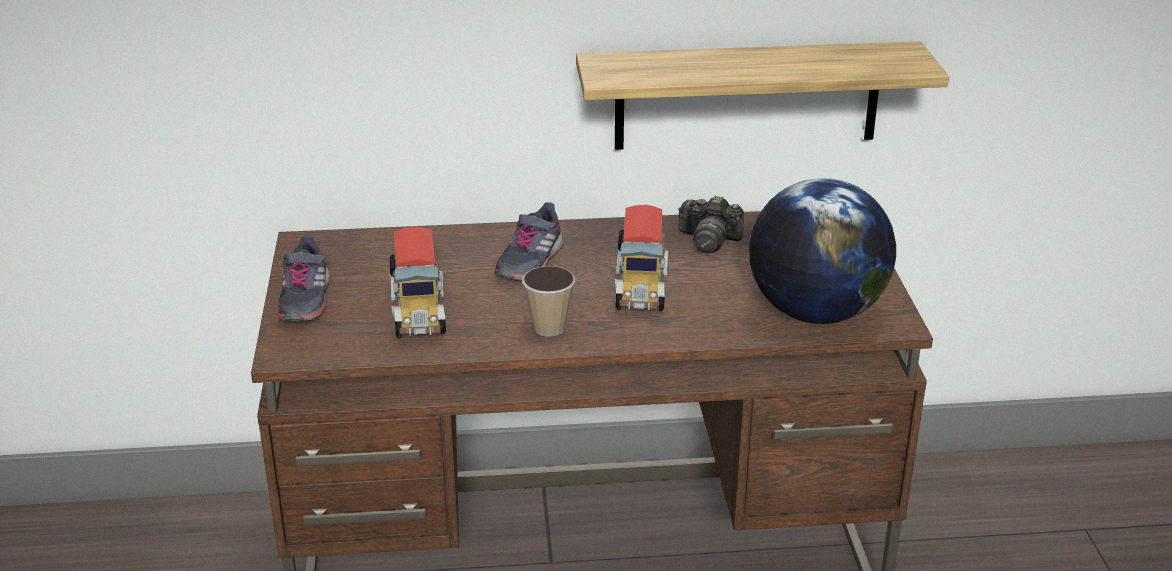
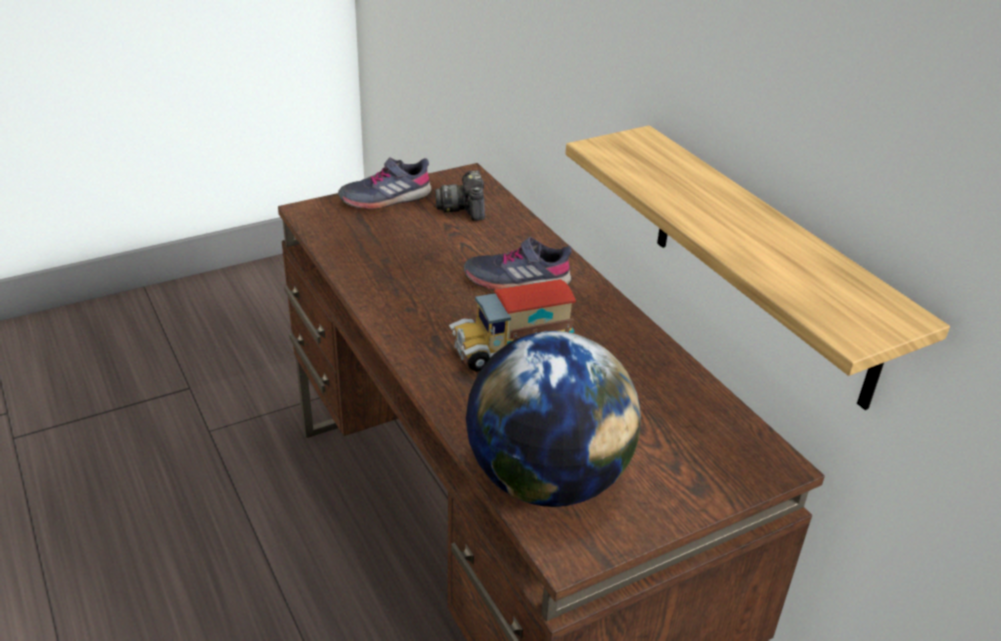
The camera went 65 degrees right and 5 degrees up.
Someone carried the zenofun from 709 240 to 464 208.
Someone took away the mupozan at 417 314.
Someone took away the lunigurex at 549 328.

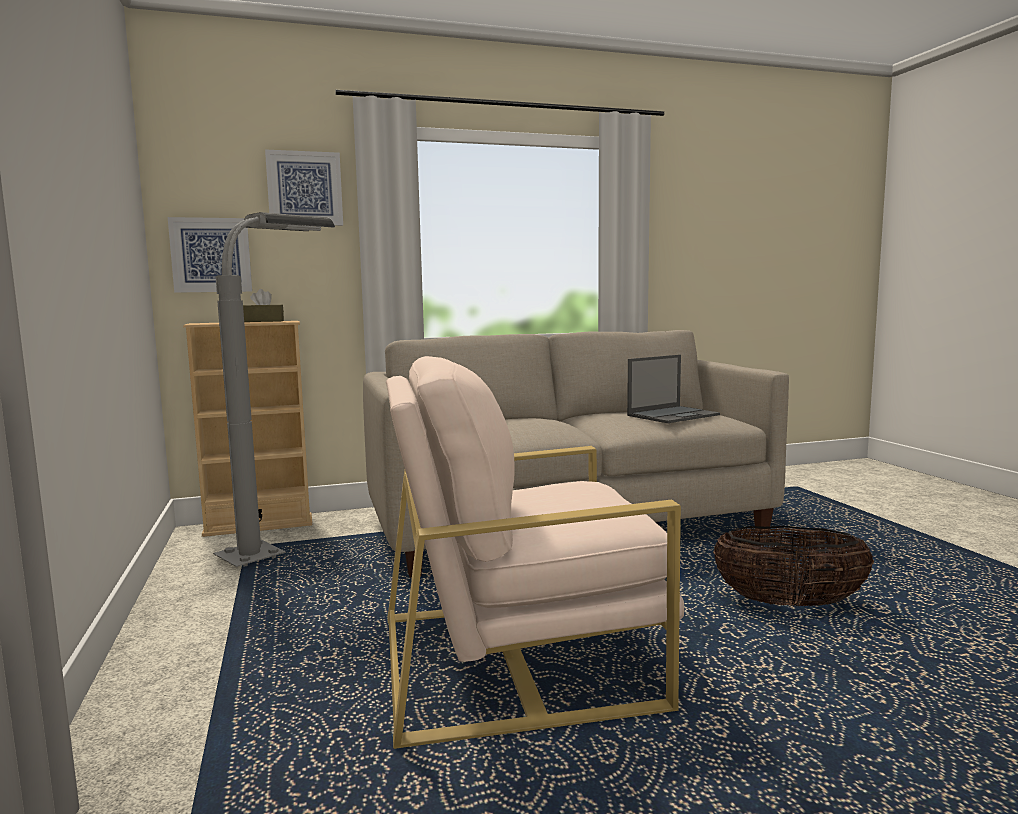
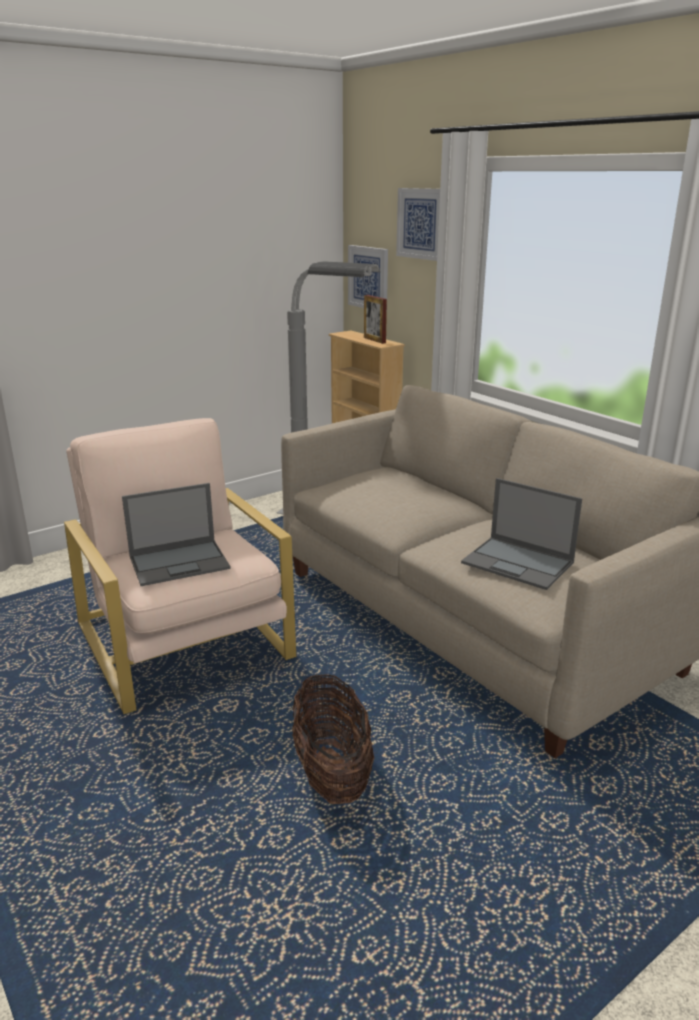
The camera went 70 degrees right and 15 degrees up.
Someone swapped the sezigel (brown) at 263 321 for the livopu at 374 340.
Someone put down the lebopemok at 180 562.

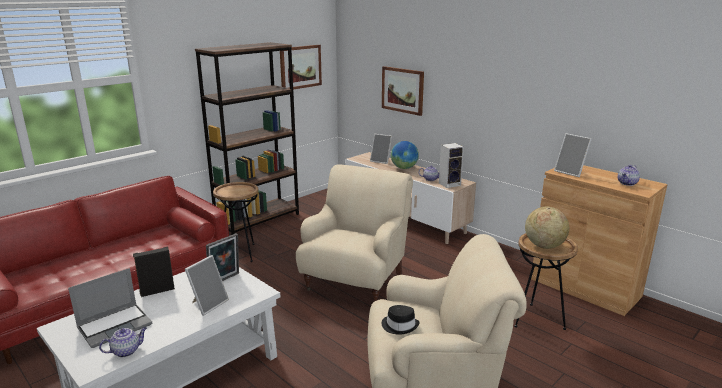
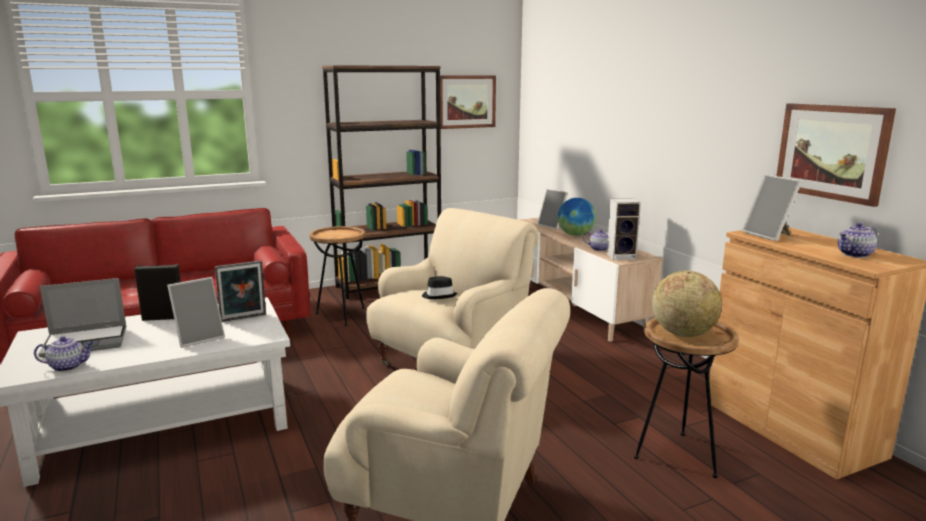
The camera went 20 degrees right and 5 degrees down.
Someone carried the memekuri from 402 90 to 832 152.
Someone carried the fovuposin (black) from 400 325 to 439 295.

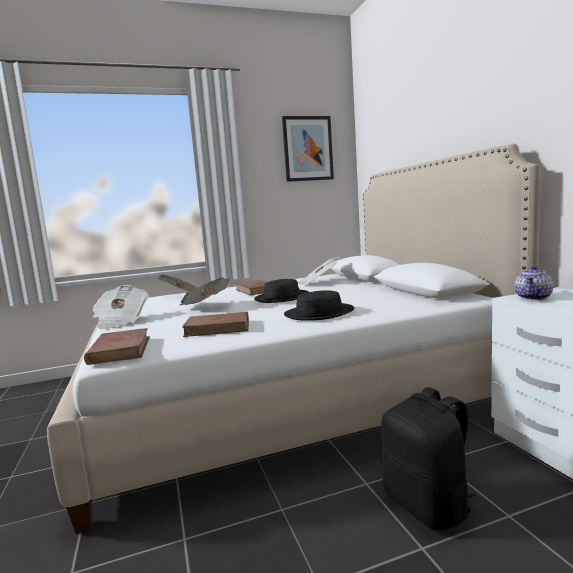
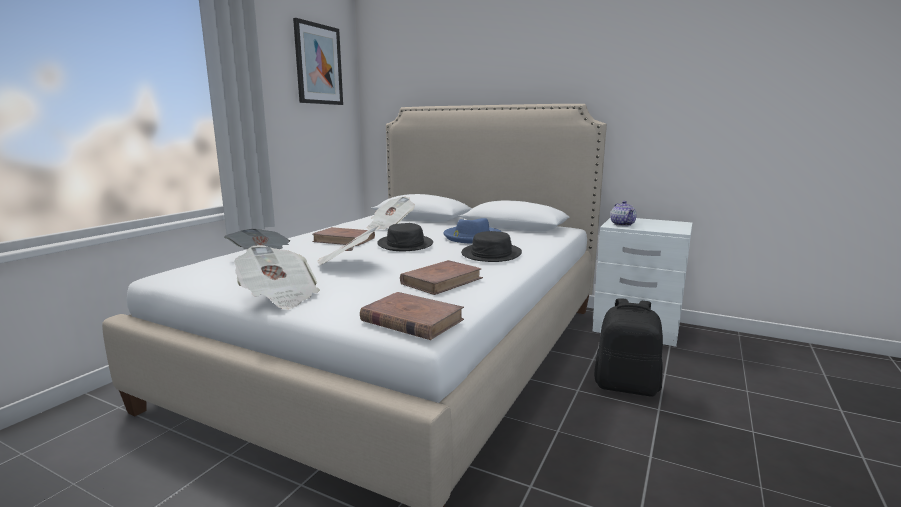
The camera went 45 degrees left and 5 degrees up.
Someone put down the fovuposin (blue) at 471 237.

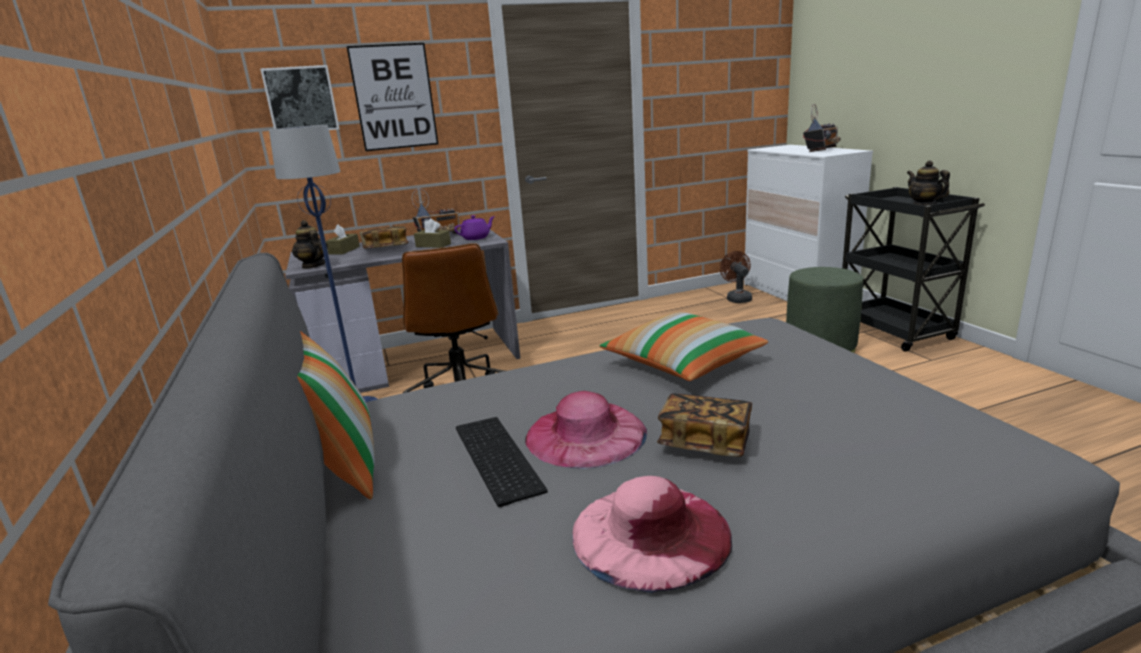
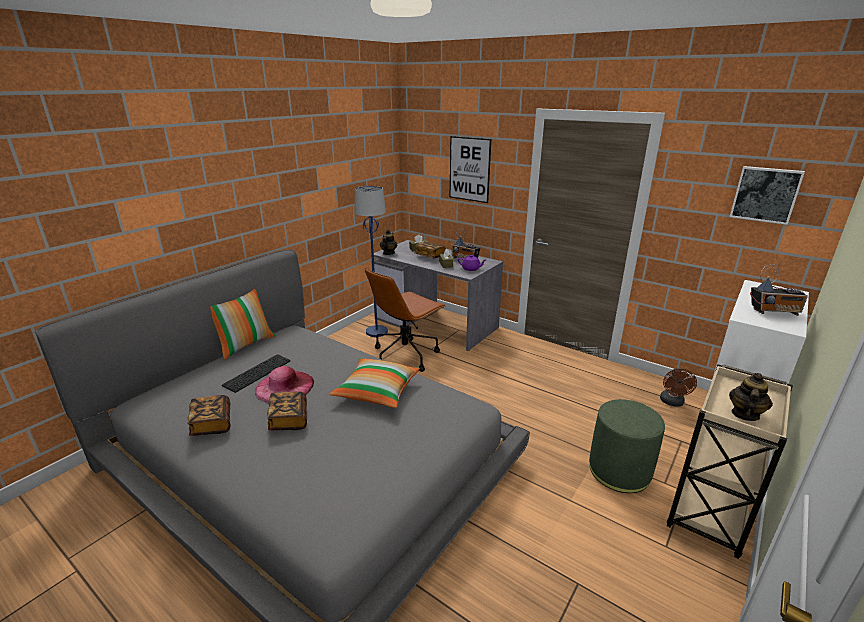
The camera went 55 degrees right and 5 degrees up.
Someone carried the memekuri from 301 100 to 765 194.
Someone repainted the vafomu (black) at 894 331, which became the vafomu (beige) at 709 512.
Someone rotated the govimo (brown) at 737 298 by 150 degrees clockwise.
Someone swapped the fovuposin (pink) at 650 533 for the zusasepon at 212 424.

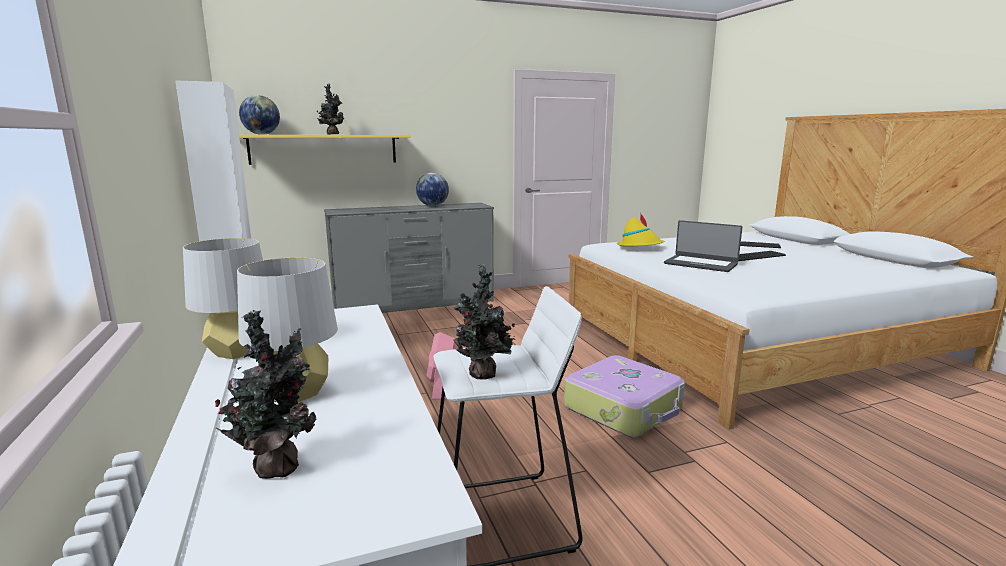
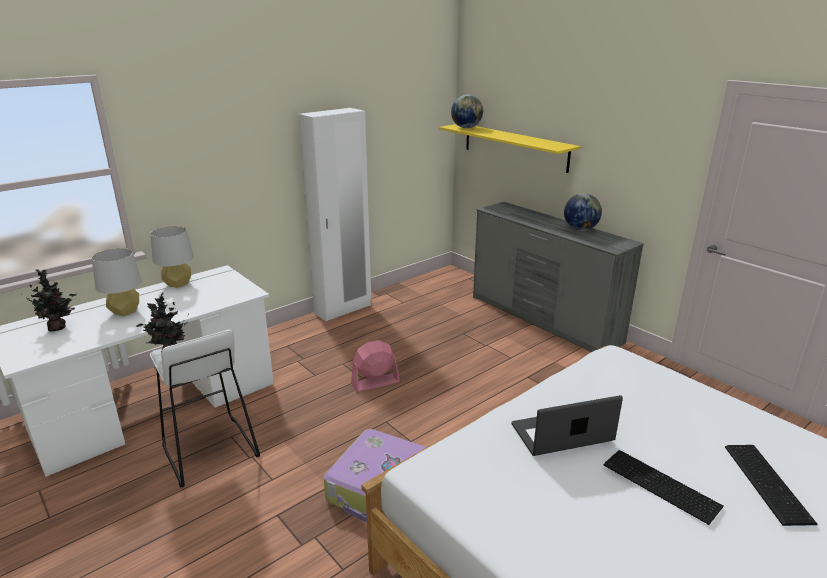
The camera went 70 degrees right and 10 degrees up.
Someone took away the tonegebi at 332 134.
Someone took away the fovuposin (yellow) at 640 246.
Someone rotated the lebopemok at 701 264 by 60 degrees clockwise.

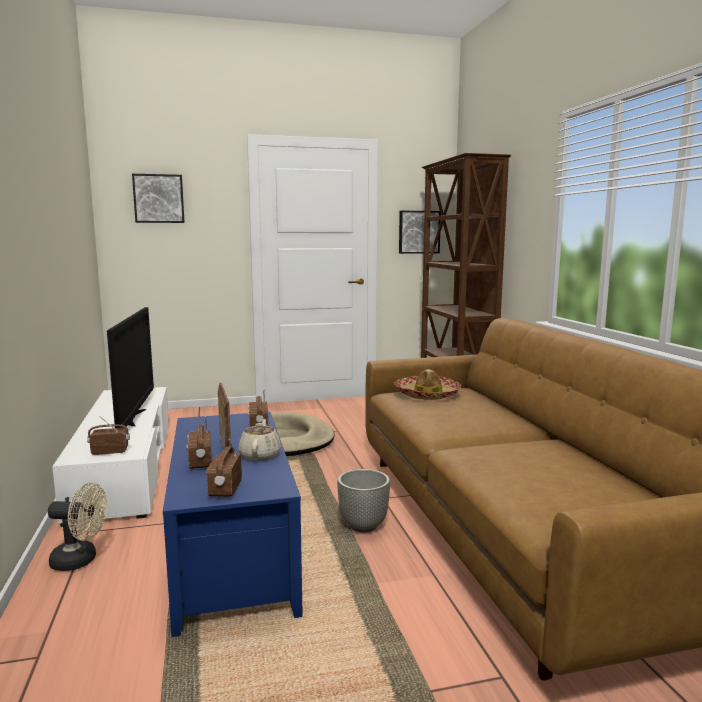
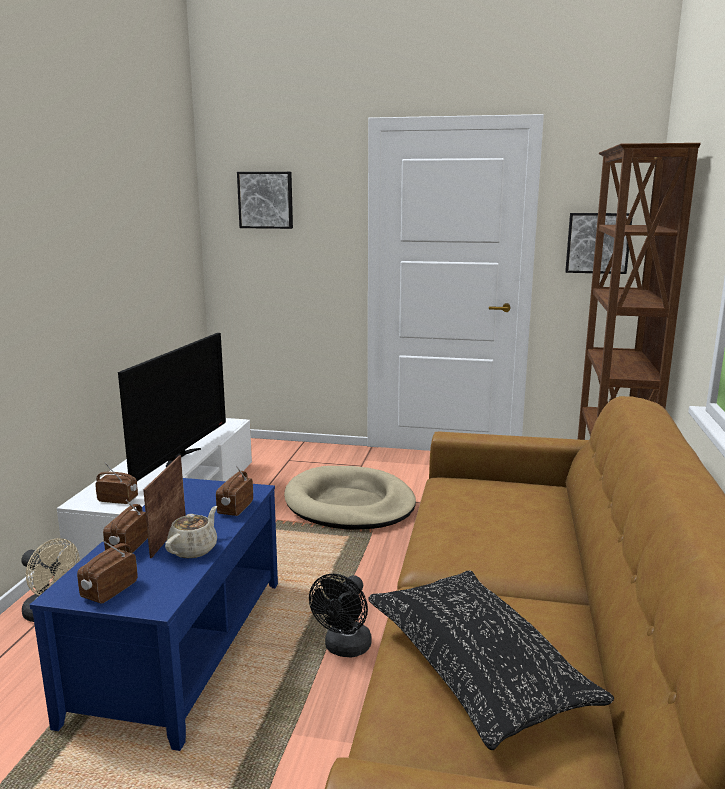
The camera went 25 degrees right and 5 degrees up.
Someone took away the fovuposin at 427 395.
Someone swapped the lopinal at 364 525 for the govimo (black) at 345 649.
Someone put down the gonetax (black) at 476 671.

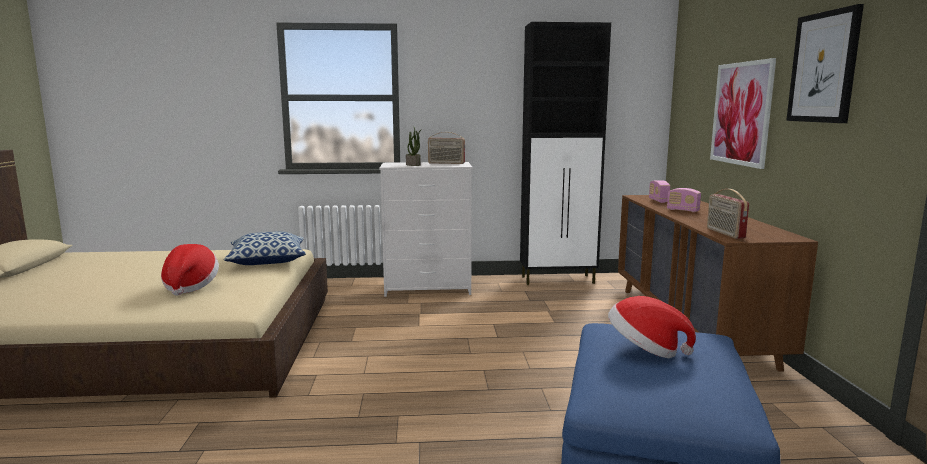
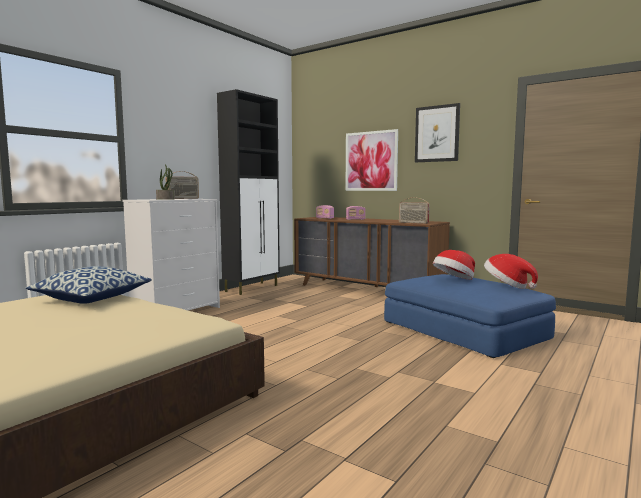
The camera went 50 degrees left and 5 degrees down.
Someone carried the fovuposin from 190 286 to 507 286.

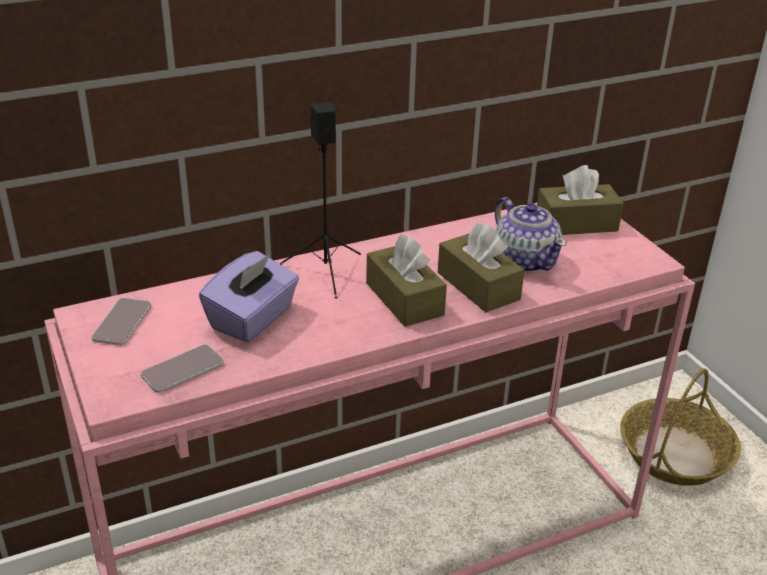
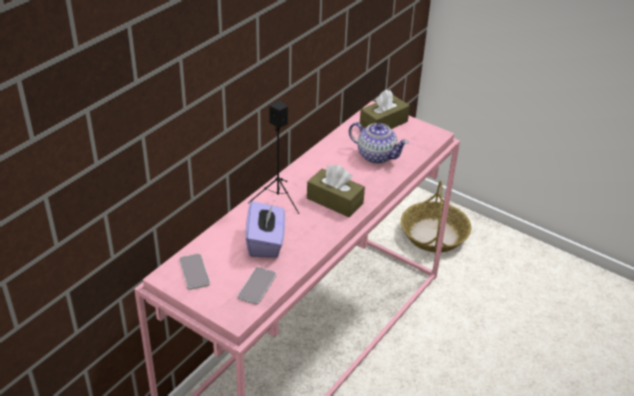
The camera went 30 degrees left and 5 degrees up.
Someone took away the sezigel (brown) at 478 286.

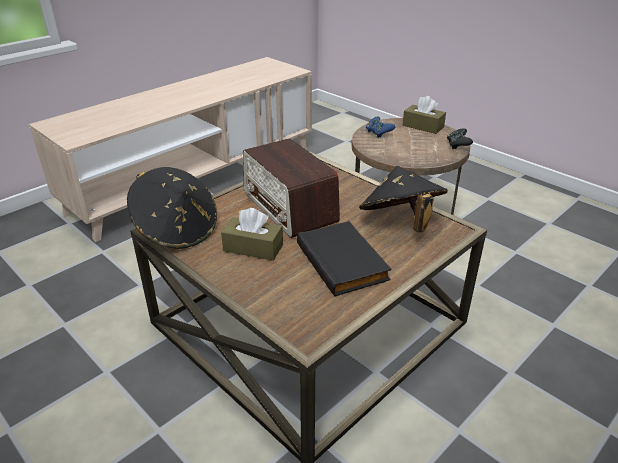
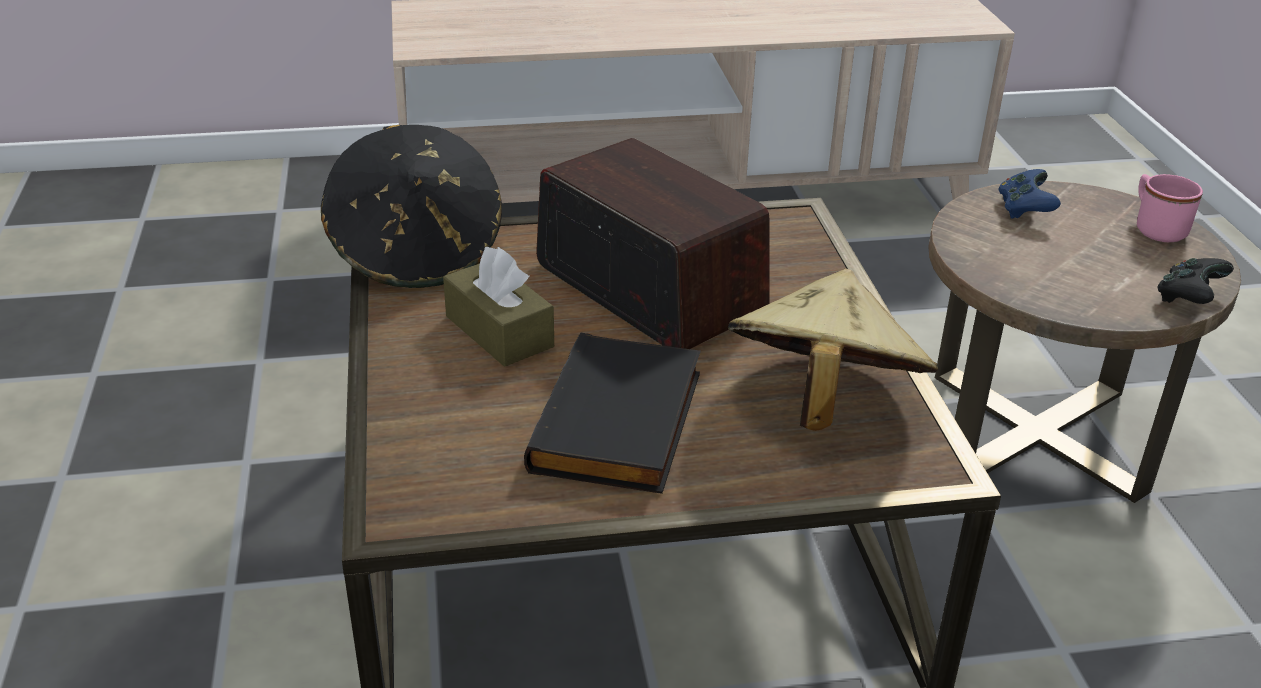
The camera went 35 degrees right and 0 degrees up.
Someone swapped the sezigel (brown) at 423 126 for the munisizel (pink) at 1155 228.
Someone rotated the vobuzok at 289 207 by 135 degrees clockwise.
Someone repainted the fovuposin (black) at 400 223, which became the fovuposin (beige) at 822 401.

